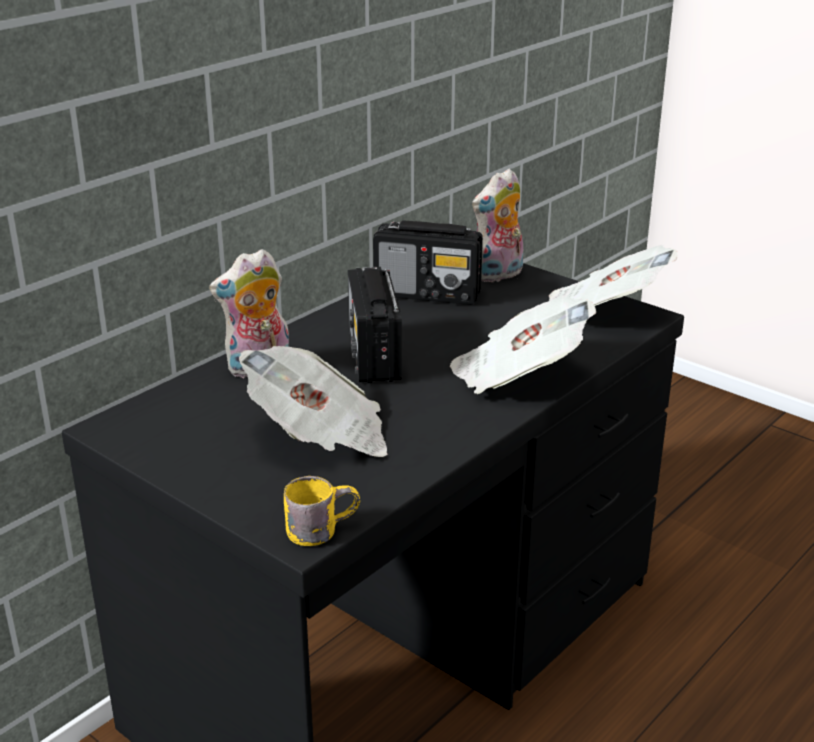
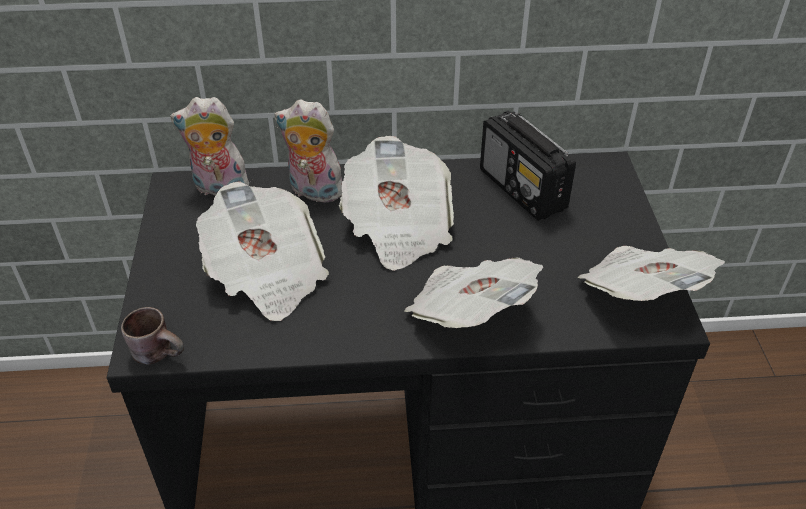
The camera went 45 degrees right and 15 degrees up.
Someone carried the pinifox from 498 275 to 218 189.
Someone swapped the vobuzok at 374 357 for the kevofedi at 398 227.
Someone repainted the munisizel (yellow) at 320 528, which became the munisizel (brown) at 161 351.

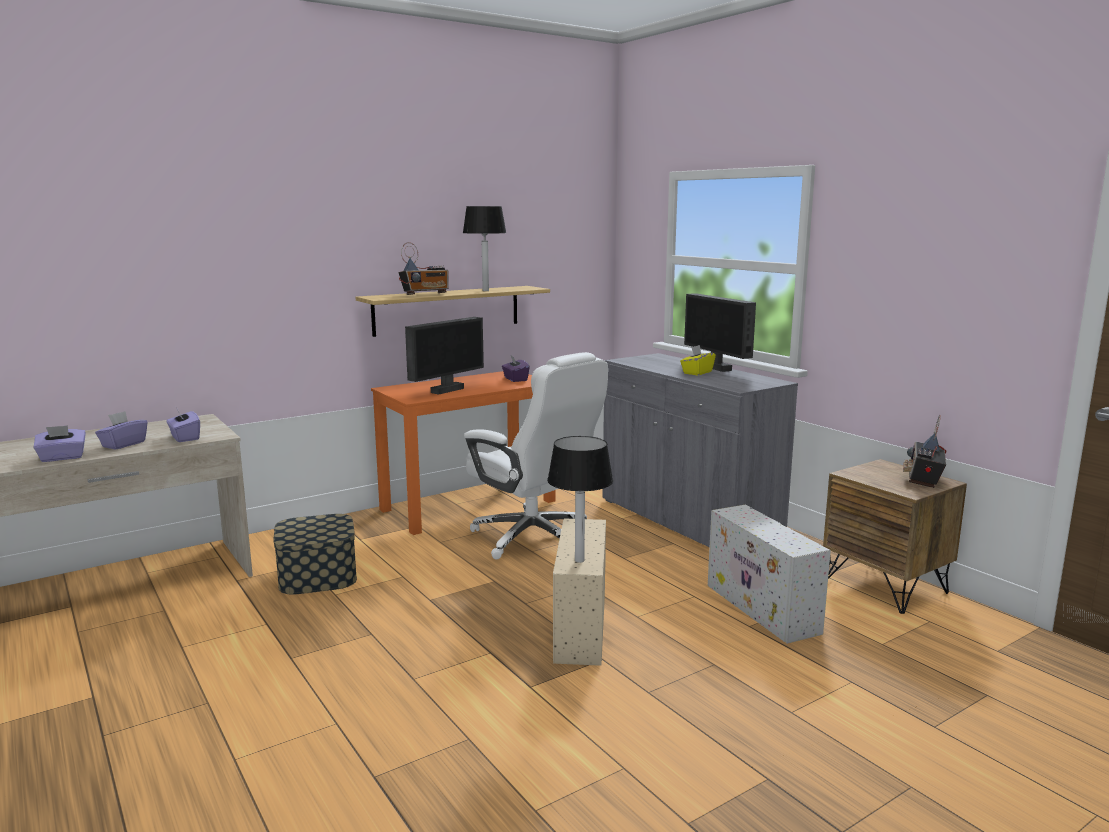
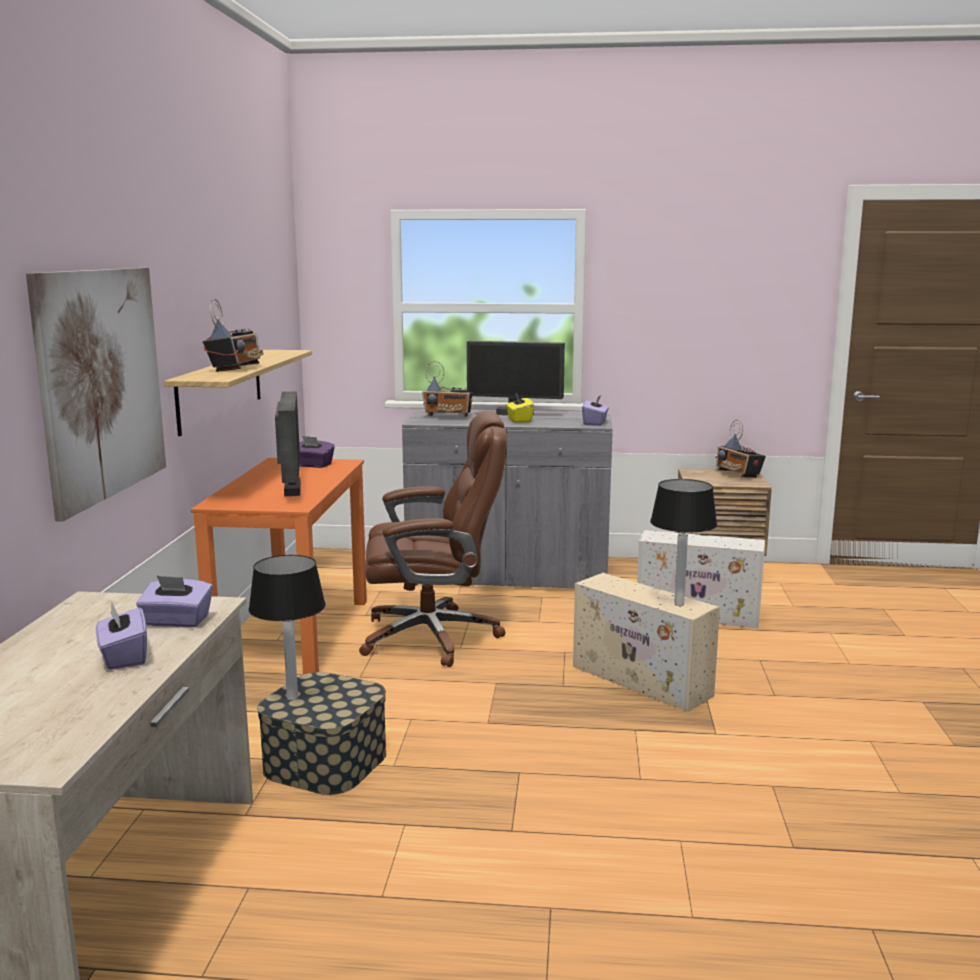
The camera went 50 degrees left and 0 degrees up.
Someone carried the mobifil from 485 290 to 292 697.
Someone repainted the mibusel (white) at 534 538, which became the mibusel (brown) at 433 637.
Someone carried the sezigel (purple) from 62 458 to 595 423.
Someone put up the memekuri at 102 383.
Someone put down the vobuzok at 448 416.

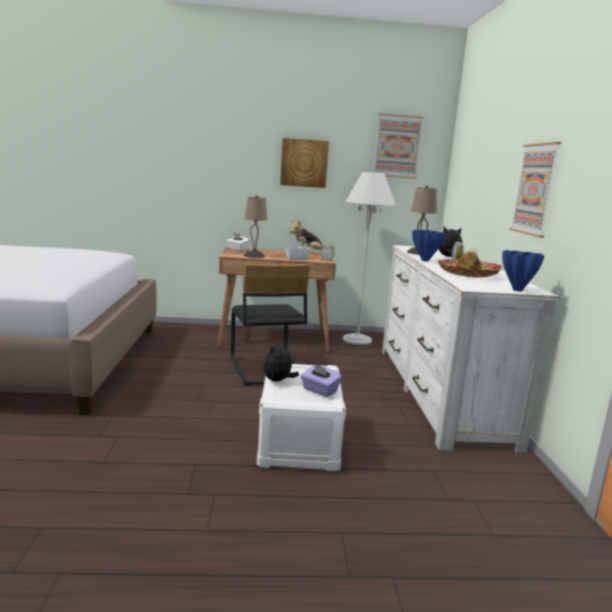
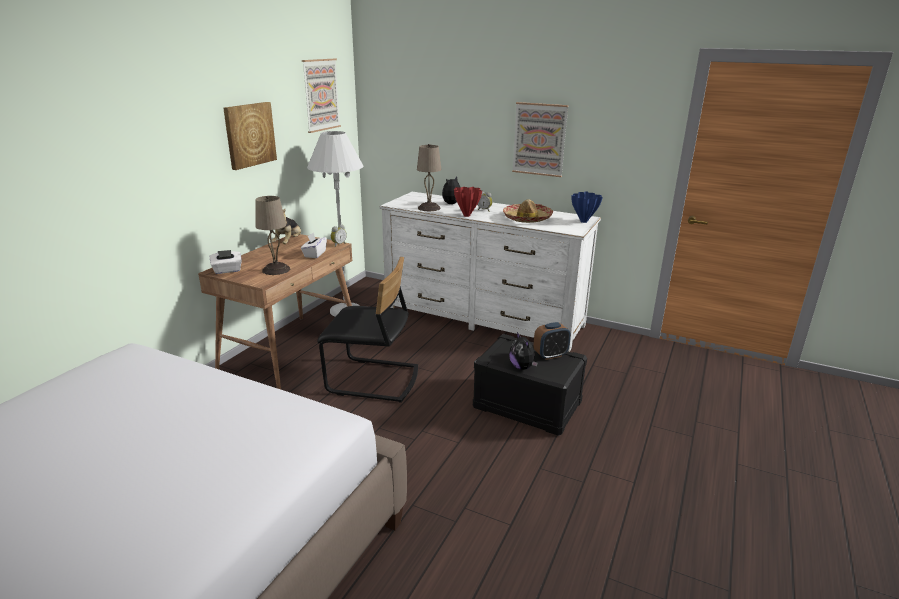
The camera went 60 degrees left and 10 degrees up.
Someone repainted the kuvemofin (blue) at 425 260, which became the kuvemofin (red) at 467 216.
Someone repainted the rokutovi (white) at 298 441, which became the rokutovi (black) at 526 405.
Someone swapped the sezigel (purple) at 319 390 for the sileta at 550 355.

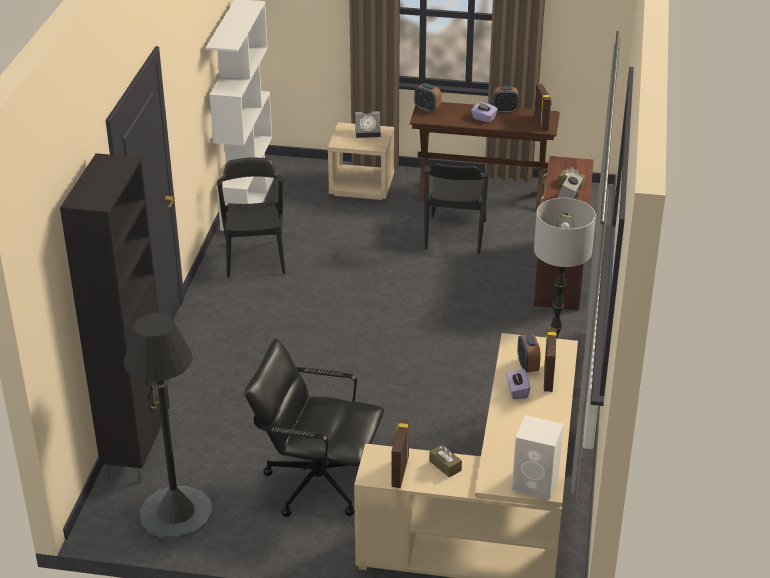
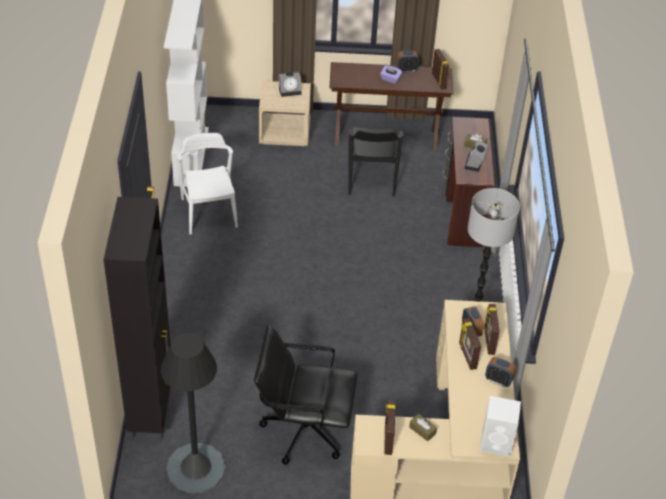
The camera went 10 degrees left and 10 degrees up.
Someone carried the sileta from 427 109 to 498 380.
Someone repainted the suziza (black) at 255 258, which became the suziza (white) at 209 213.
Someone swapped the sezigel (purple) at 517 391 for the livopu at 467 356.

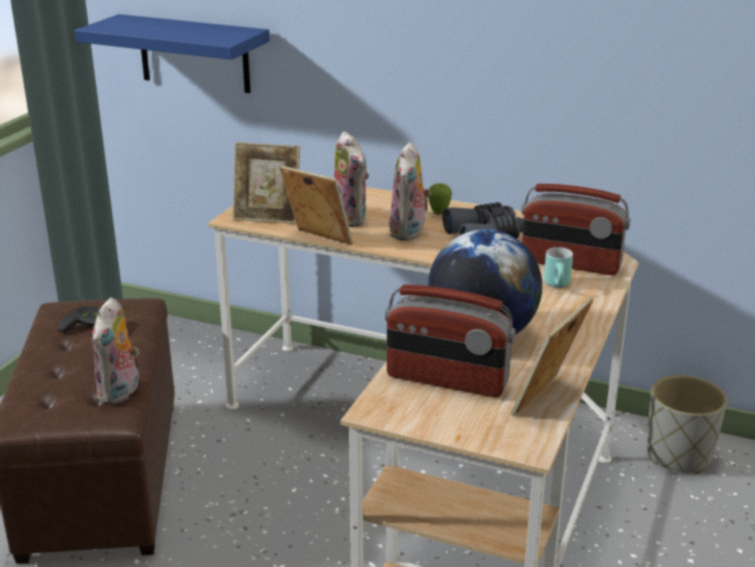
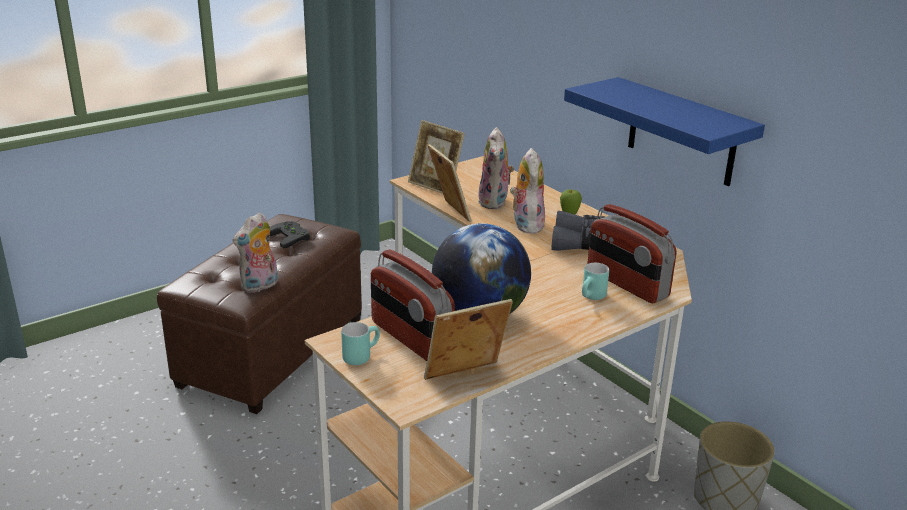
The camera went 30 degrees right and 0 degrees up.
Someone carried the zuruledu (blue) from 194 54 to 681 132.
Someone rotated the pinifox at 409 232 by 135 degrees clockwise.
Someone put down the munisizel (turquoise) at 360 356.

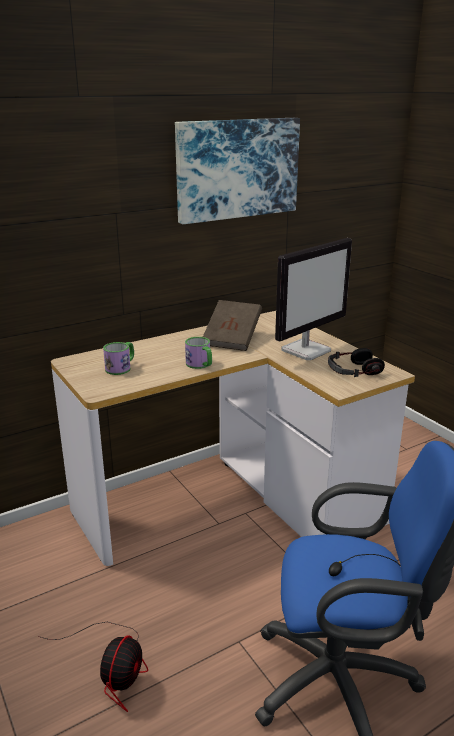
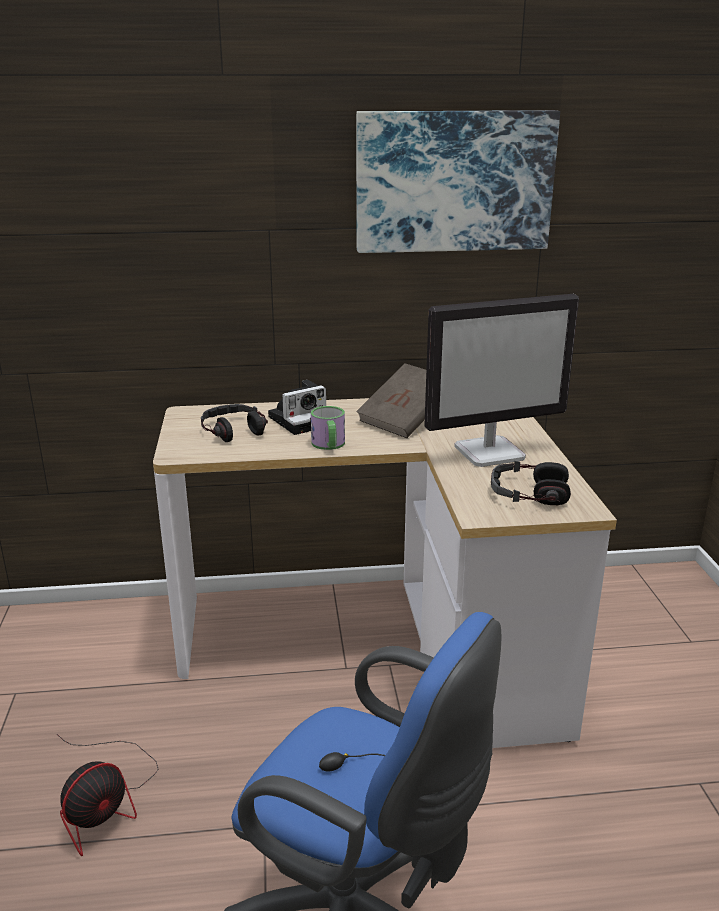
The camera went 25 degrees right and 0 degrees up.
Someone swapped the munisizel at 121 367 for the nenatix at 233 430.
Someone put down the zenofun at 302 420.

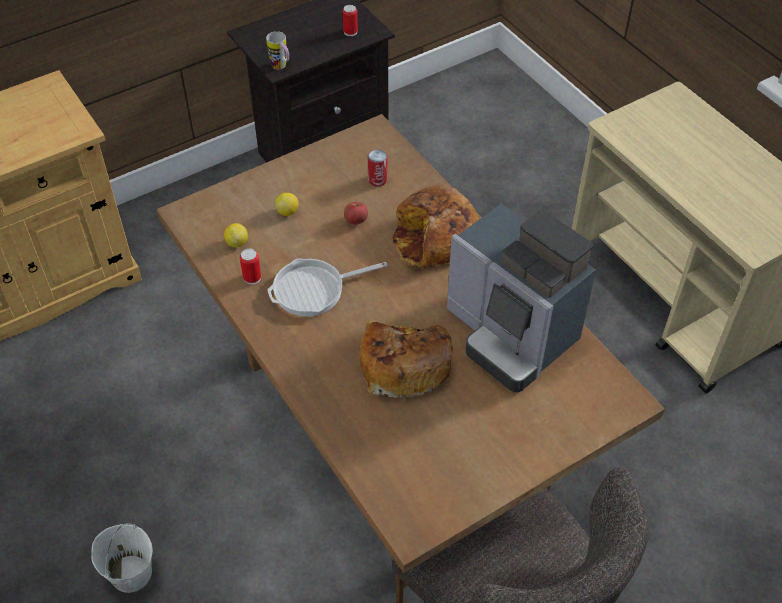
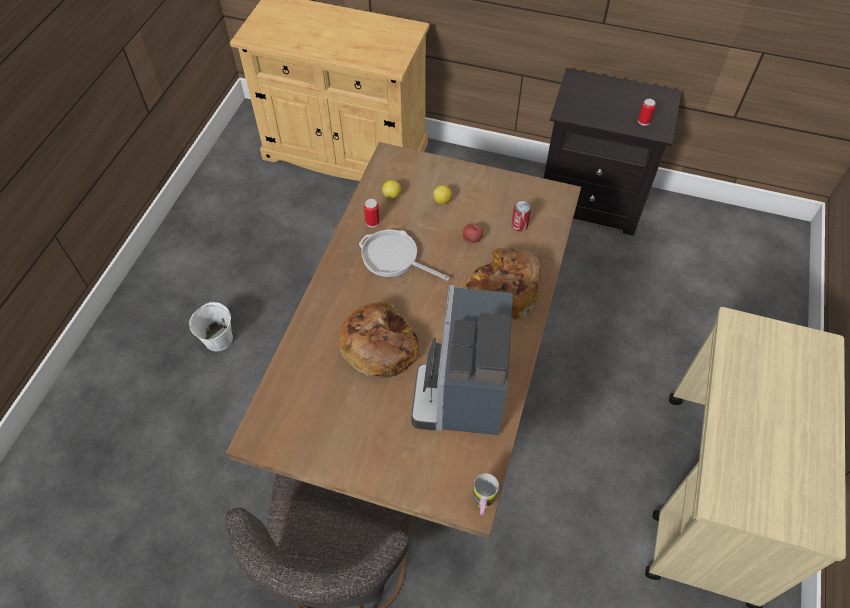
The camera went 50 degrees right and 5 degrees up.
Someone carried the munisizel from 281 67 to 482 506.

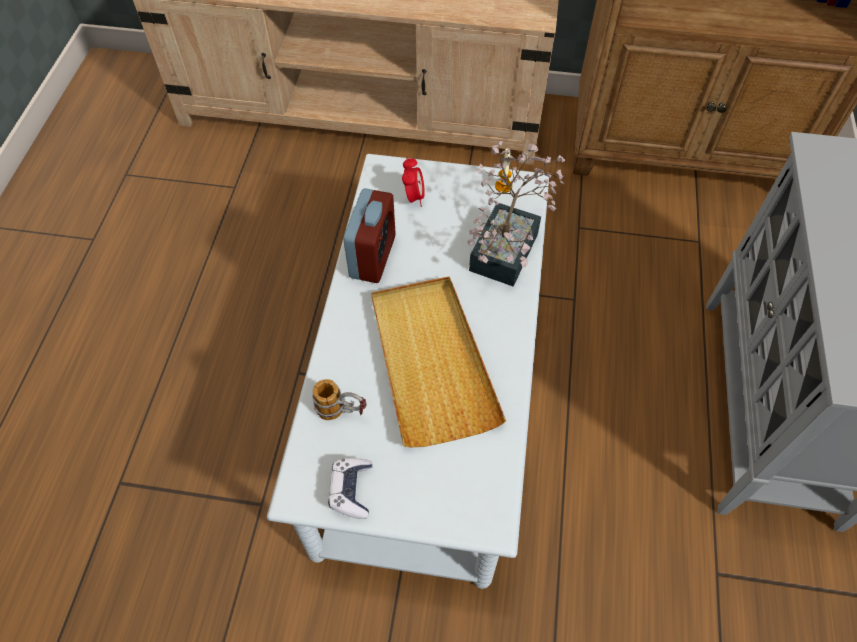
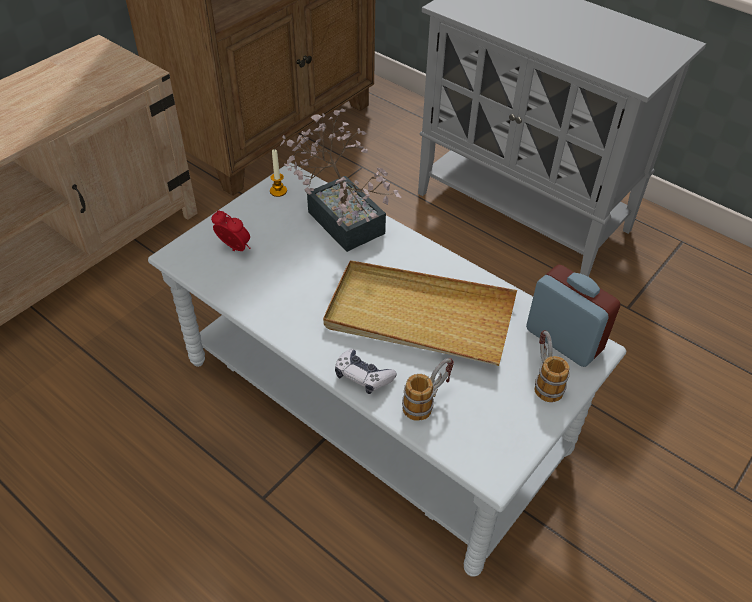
The camera went 60 degrees left and 10 degrees down.
Someone carried the sileta from 372 257 to 564 340.
Someone carried the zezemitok from 351 490 to 363 376.
Someone put down the munisizel at 544 379.

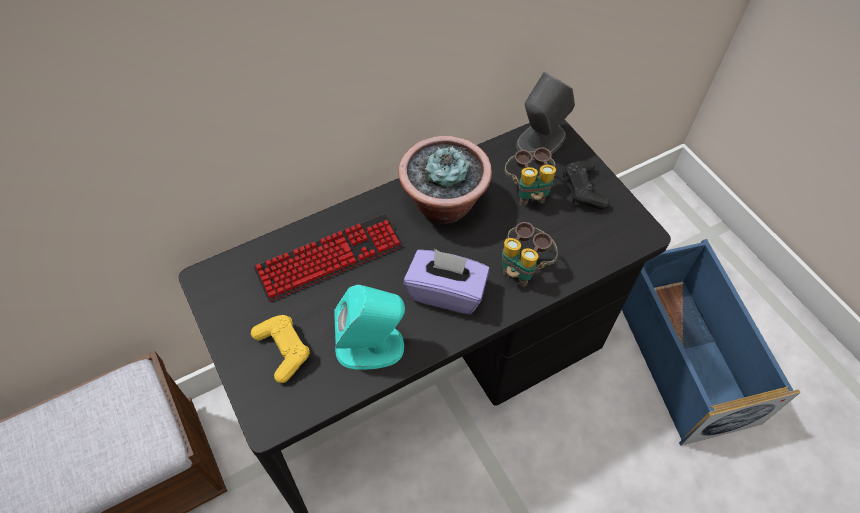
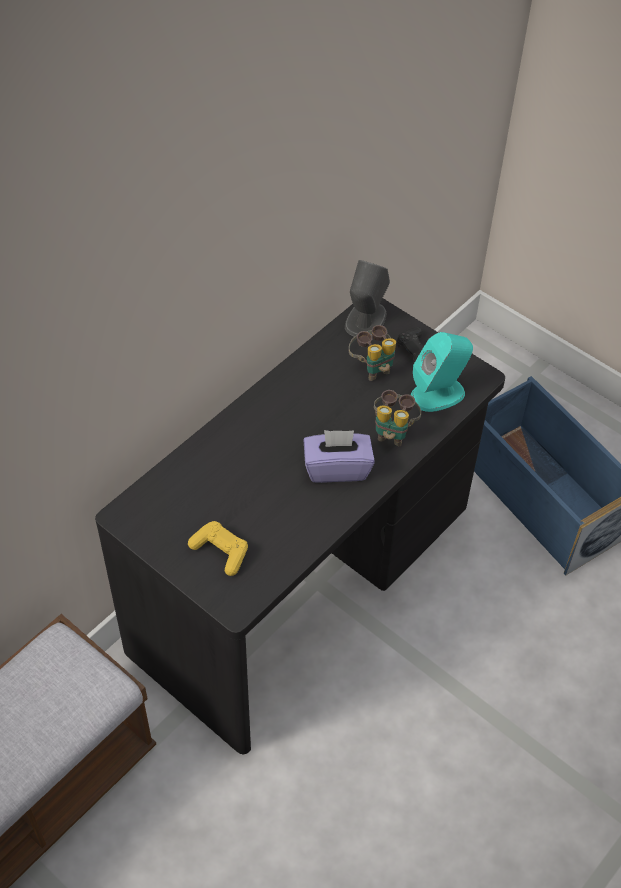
The camera went 20 degrees left and 5 degrees down.
Someone took away the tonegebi at 443 204.
Someone took away the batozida at 329 258.
Someone carried the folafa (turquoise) from 371 347 to 438 394.

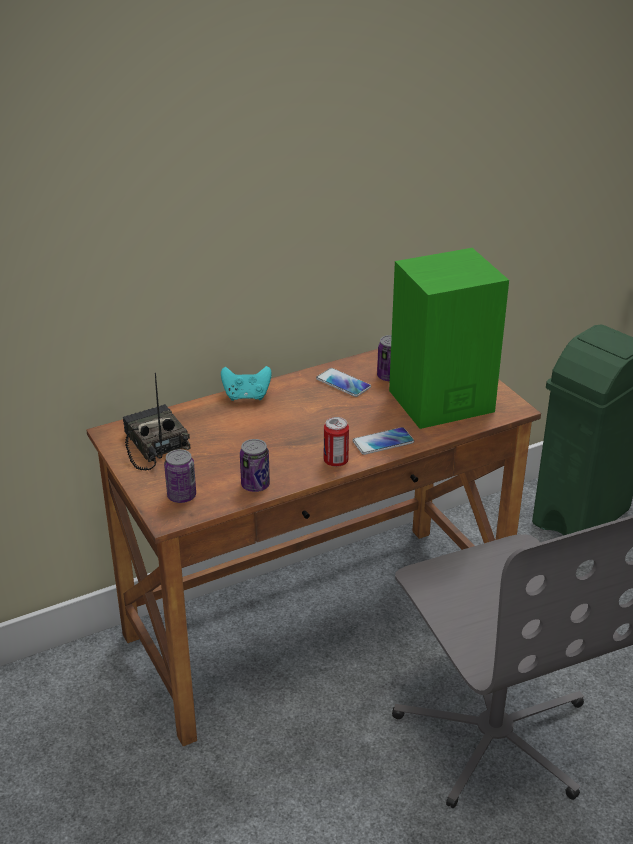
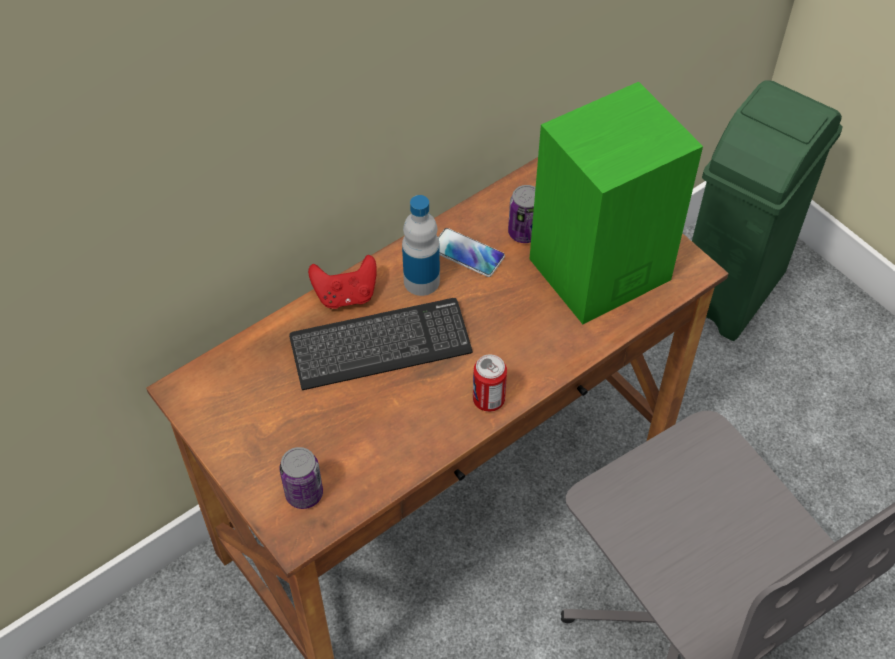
The camera went 10 degrees left and 20 degrees up.
Someone repainted the zezemitok (turquoise) at 246 396, which became the zezemitok (red) at 346 295.
Someone took away the vobuzok at 153 445.
Someone took away the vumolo at 383 442.
Someone took away the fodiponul at 255 485.
Someone put down the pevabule at 421 281.
Someone put down the batozida at 380 346.

